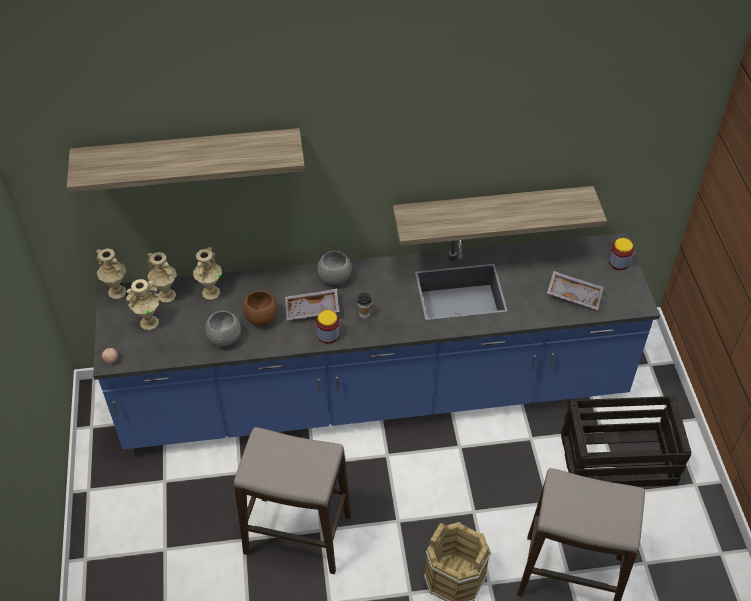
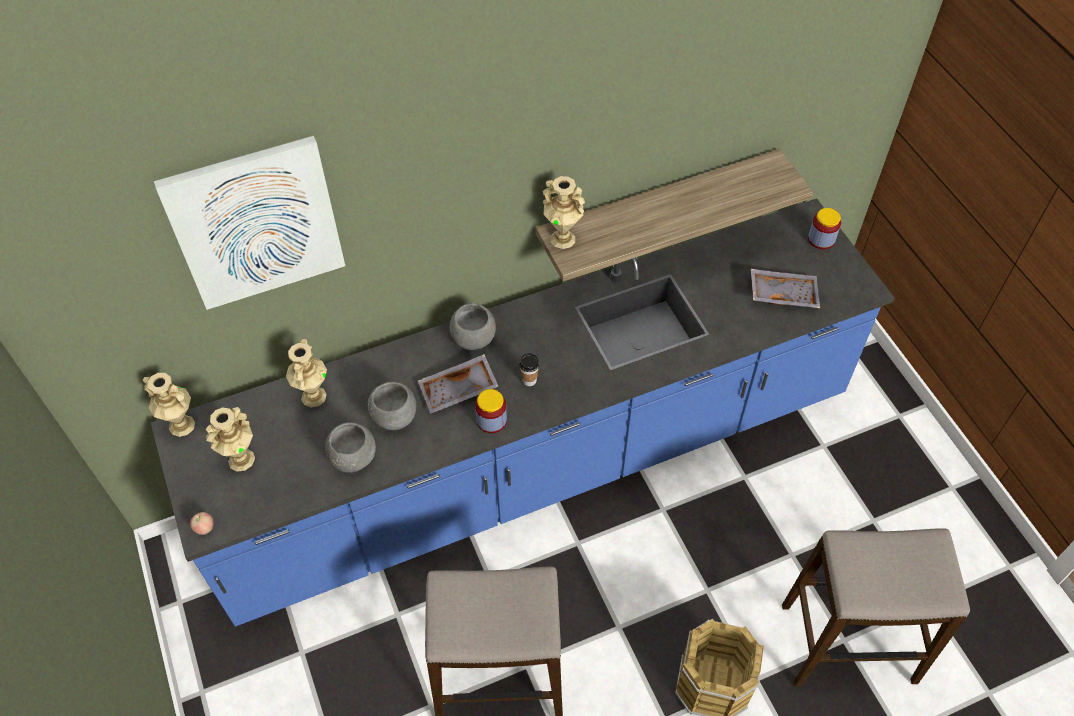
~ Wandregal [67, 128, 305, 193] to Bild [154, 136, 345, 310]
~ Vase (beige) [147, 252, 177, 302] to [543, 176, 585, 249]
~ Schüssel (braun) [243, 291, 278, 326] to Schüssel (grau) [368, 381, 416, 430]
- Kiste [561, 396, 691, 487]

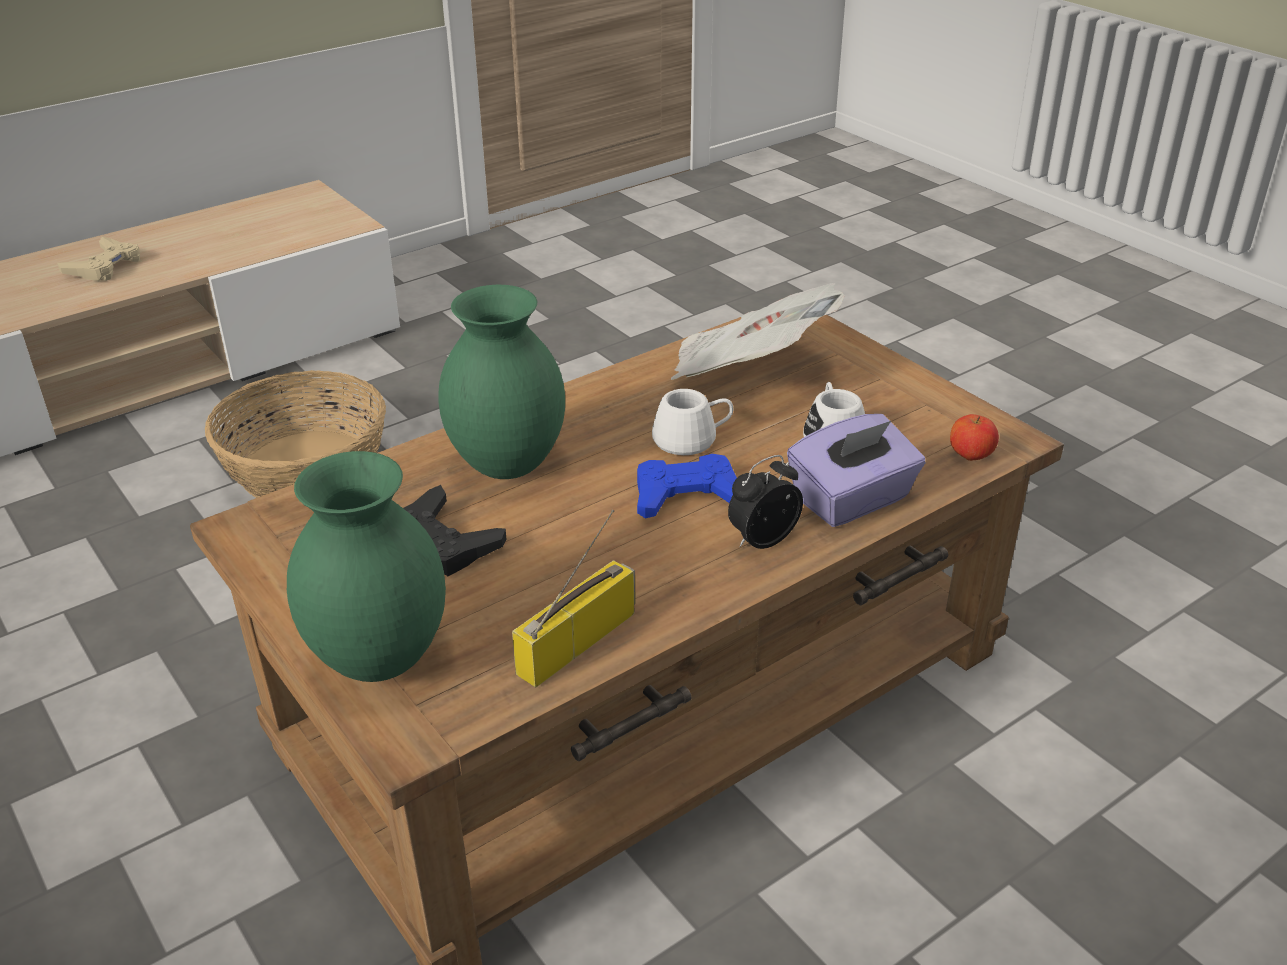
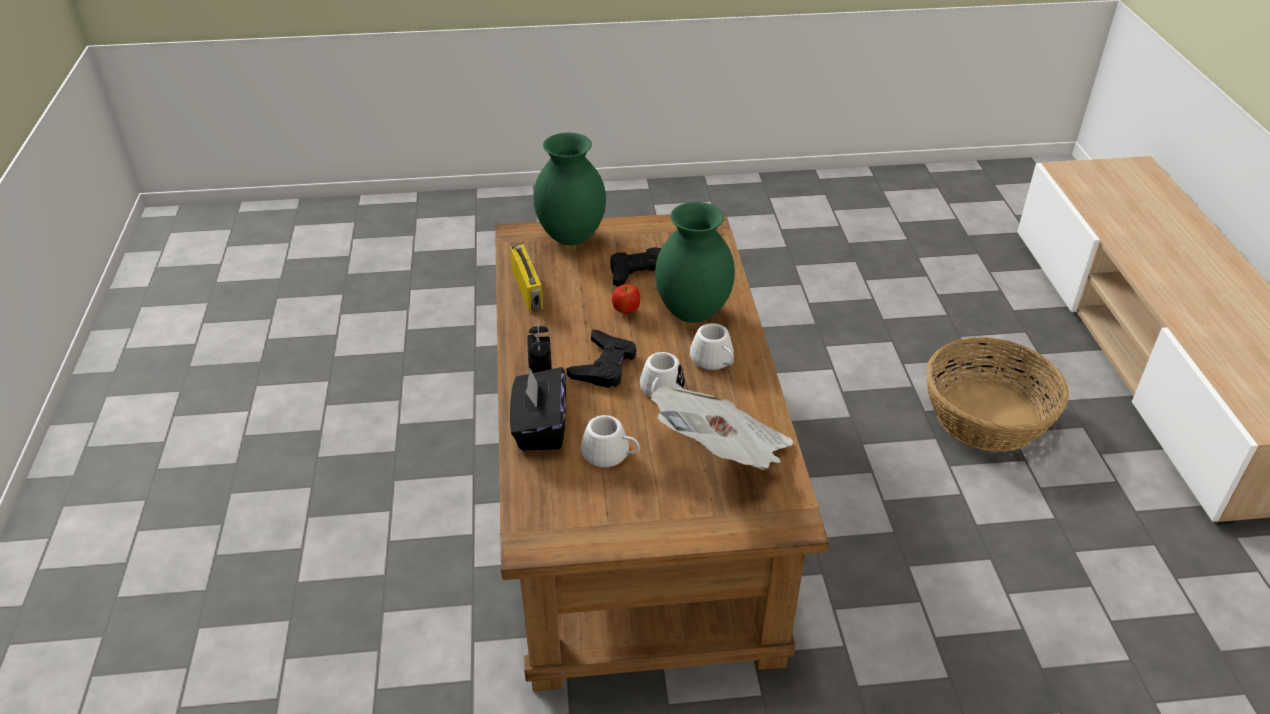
- Gamepad (beige) [57, 237, 140, 281]
~ Taschentuchbox (lila) [787, 414, 926, 527] to Taschentuchbox (schwarz) [510, 367, 566, 450]
~ Apfel [950, 414, 999, 461] to [612, 284, 640, 314]
~ Gamepad (blau) [637, 454, 737, 519] to Gamepad (schwarz) [567, 329, 636, 388]
+ Henkelbecher (weiß) [690, 323, 734, 370]

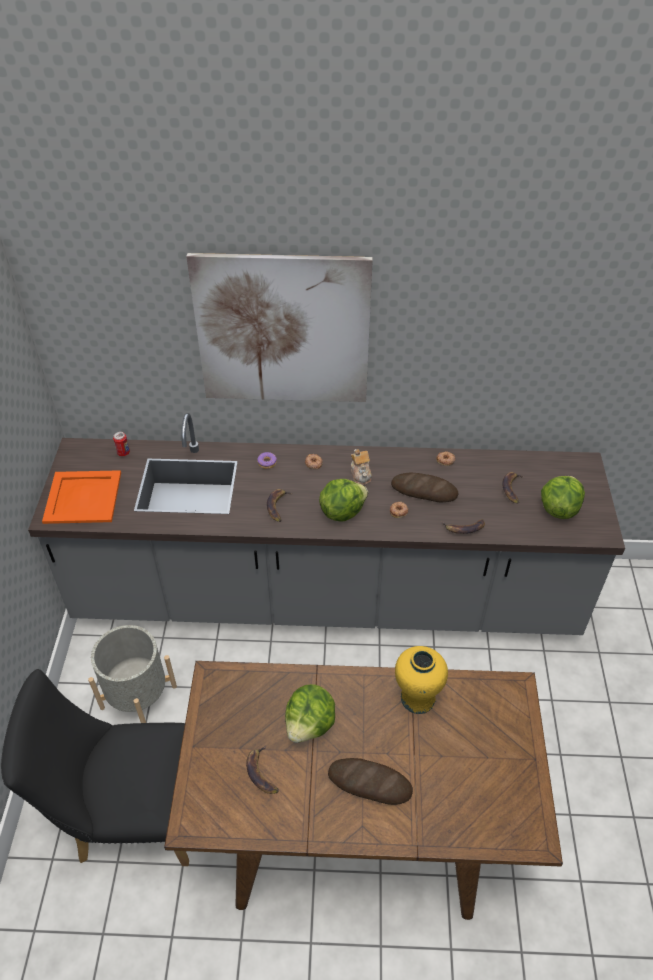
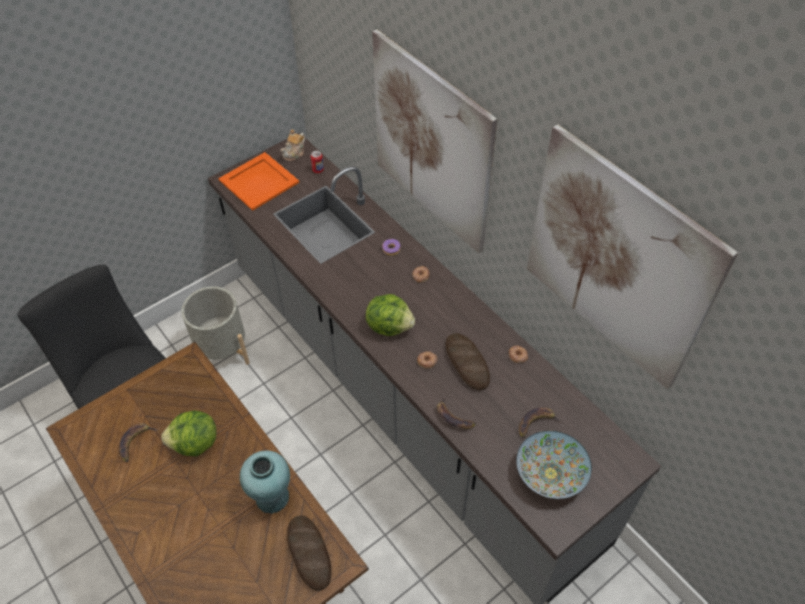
~ Teekanne [351, 449, 372, 485] to [281, 129, 305, 161]
~ Salatkopf [541, 476, 585, 519] to Schüssel [516, 431, 592, 499]
- Banane [267, 489, 293, 522]
~ Vase (gelb) [395, 646, 448, 714] to Vase (türkis) [240, 451, 290, 514]
~ Brot [328, 758, 413, 805] to [287, 516, 331, 591]
+ Bild [527, 124, 738, 389]

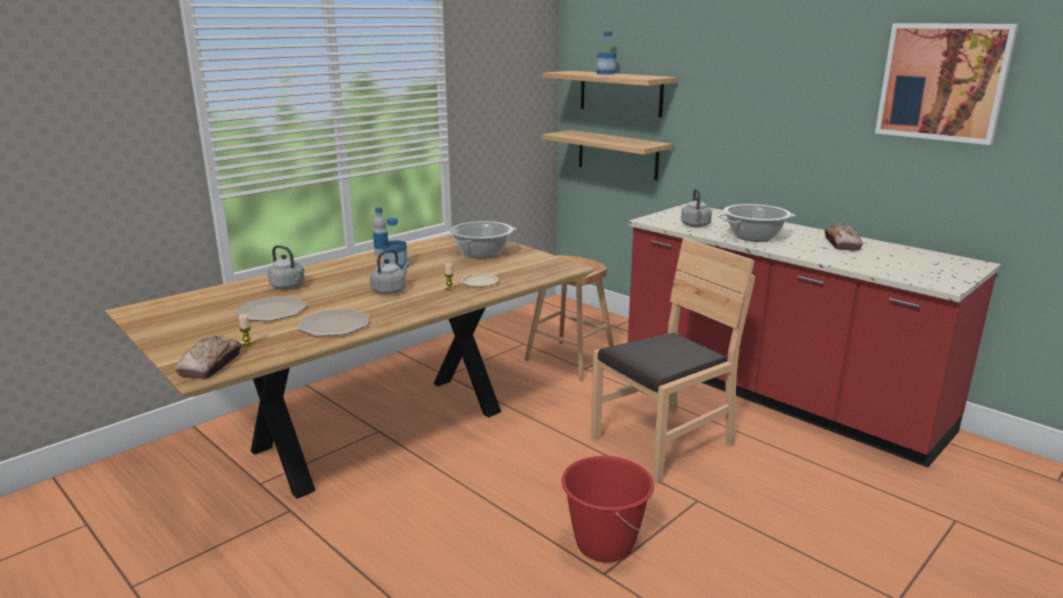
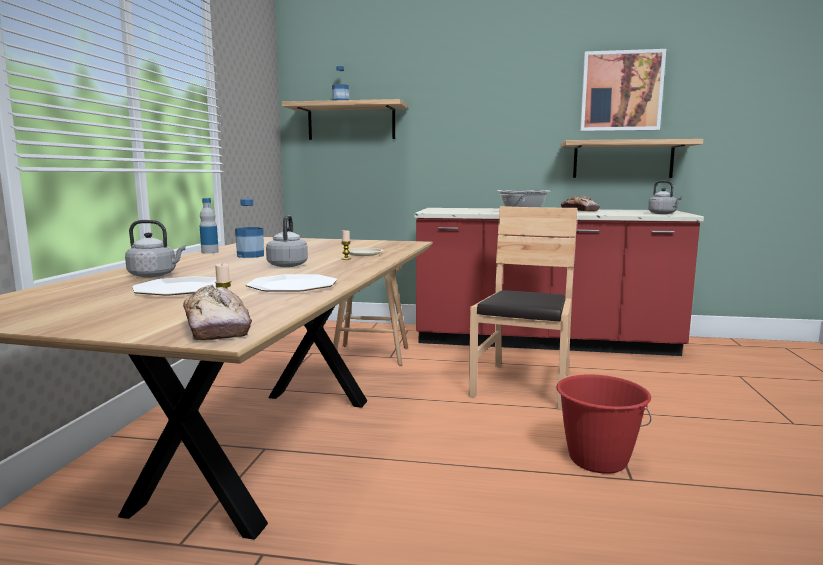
~ Wandregal [542, 130, 672, 180] to [561, 139, 703, 178]
~ Wasserkessel (grau) [681, 188, 712, 227] to [648, 181, 682, 214]
- Kochtopf [446, 221, 516, 259]

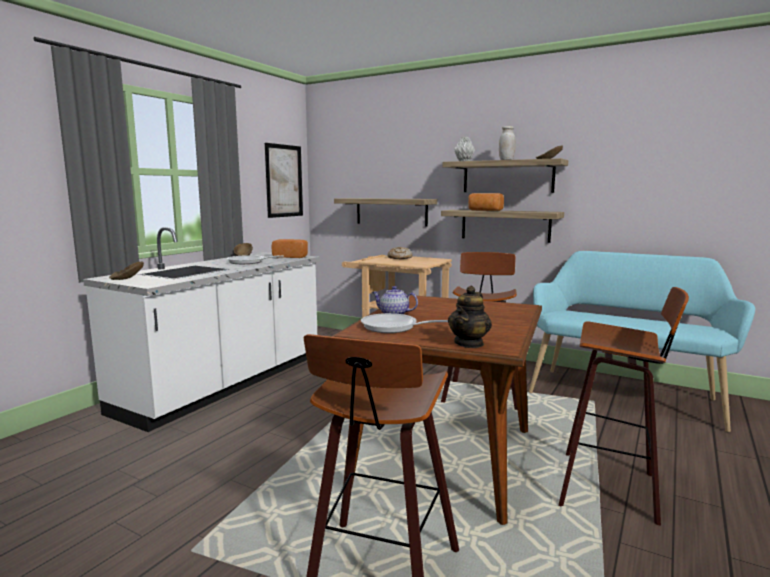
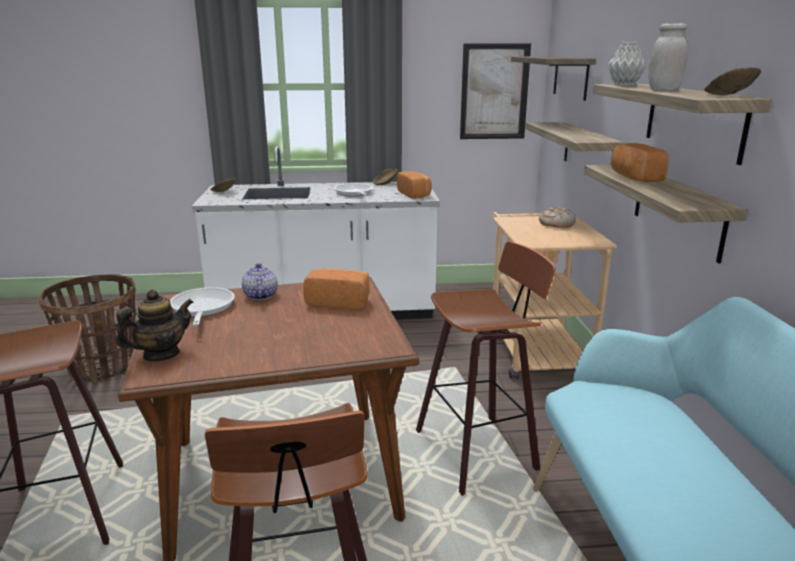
~ Teekanne [448, 286, 492, 348] = [115, 289, 193, 361] 150 degrees clockwise
+ Wandregal [511, 57, 596, 101]
+ Brot [303, 269, 369, 310]
+ Korb [38, 274, 136, 382]

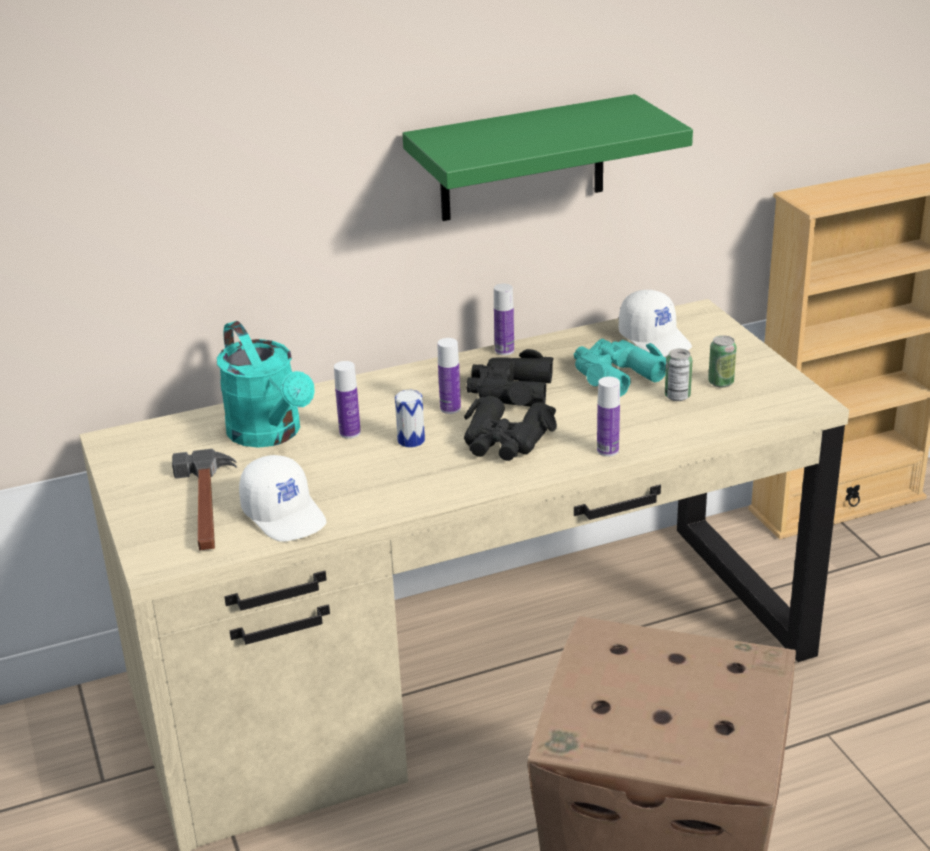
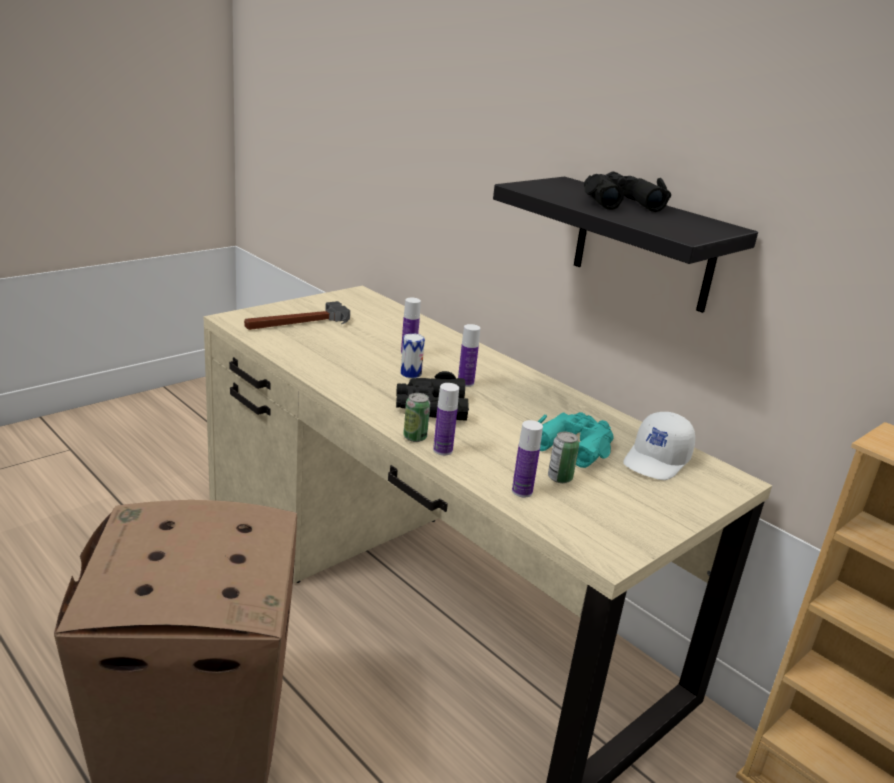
~ Wandregal (grün) [402, 94, 693, 221] to Wandregal (schwarz) [493, 177, 758, 313]
~ Flasche [494, 284, 514, 355] to [512, 420, 543, 497]
- Gießkanne (türkis) [217, 321, 315, 448]
~ Dose [708, 335, 736, 388] to [403, 393, 430, 442]
~ Fernglas (schwarz) [466, 349, 554, 407] to [584, 172, 671, 212]
- Kappe (weiß) [239, 455, 327, 542]

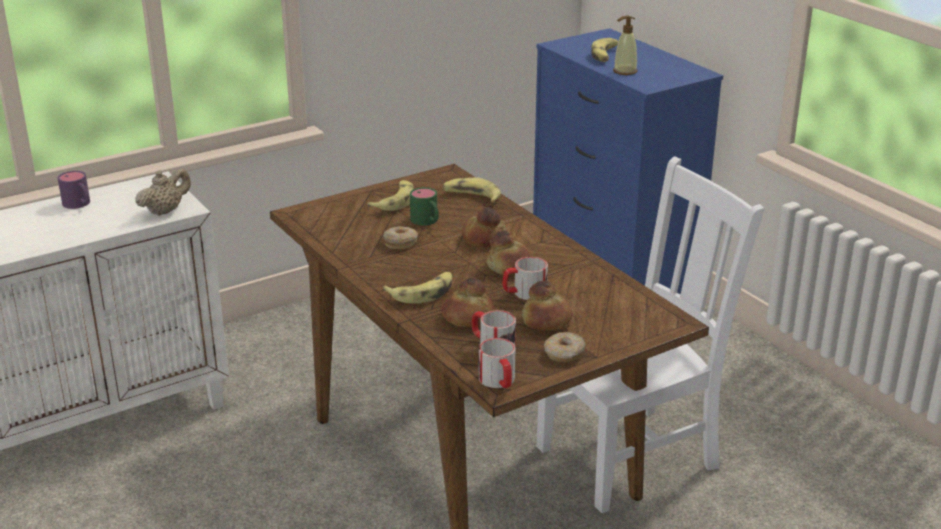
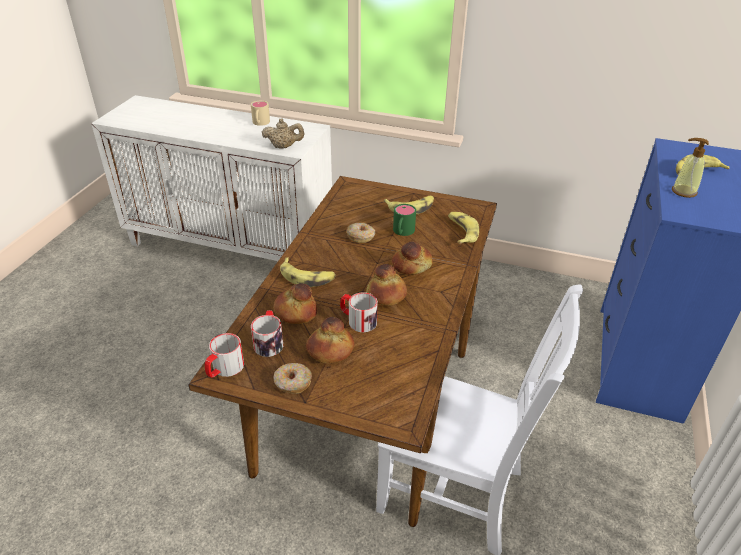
~ Henkelbecher (lila) [58, 171, 90, 209] to Henkelbecher (beige) [251, 101, 270, 126]

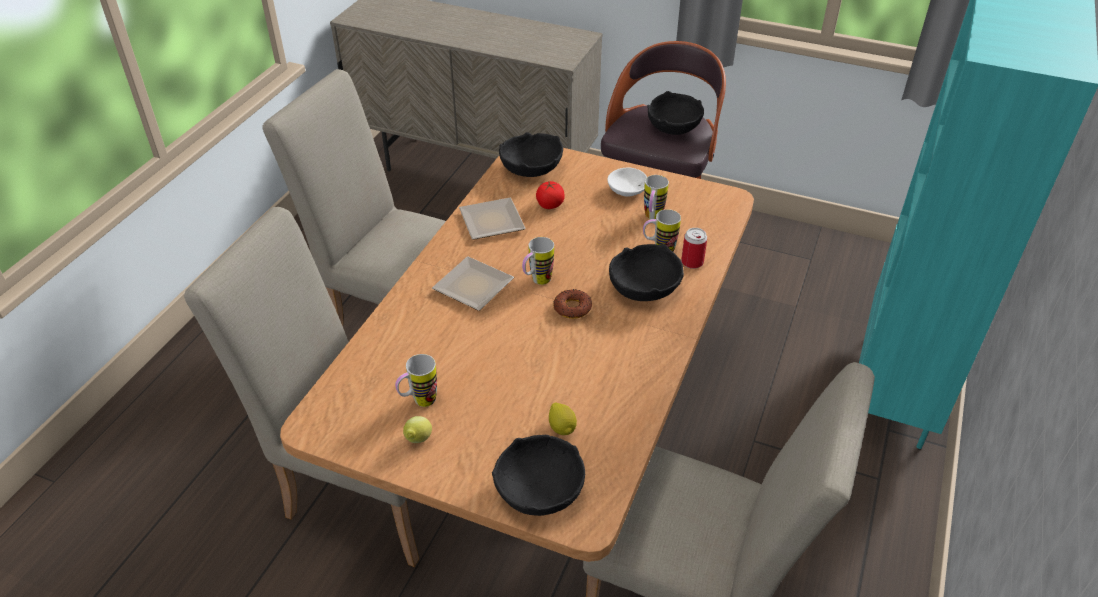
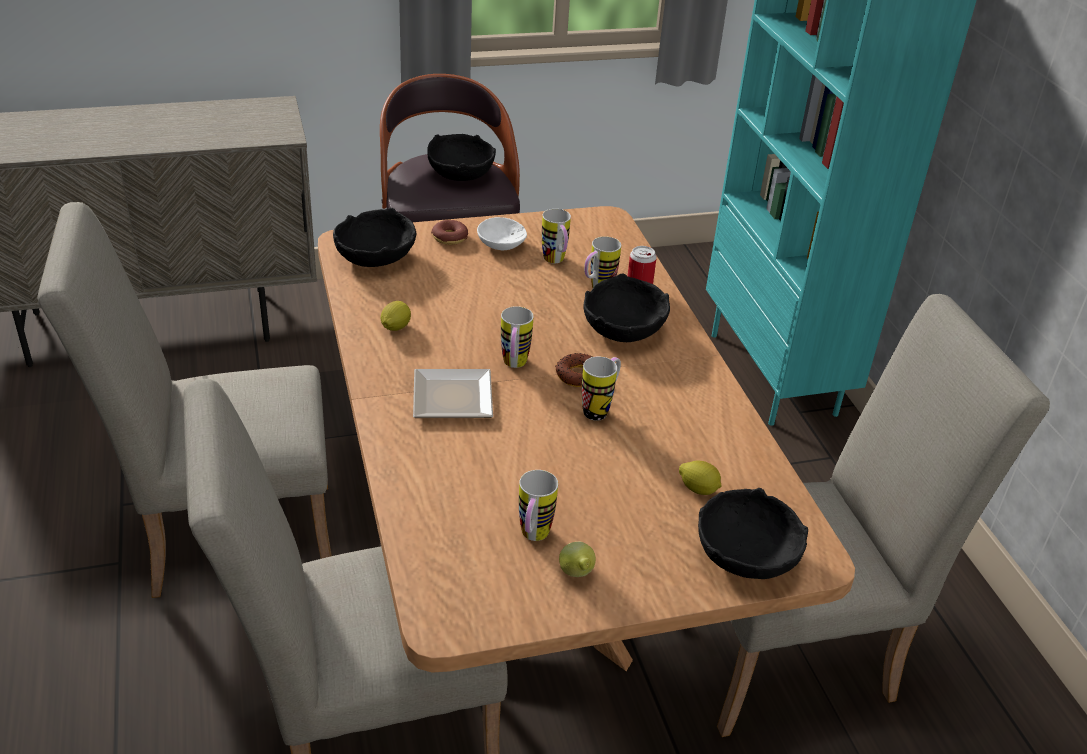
- Tomate [536, 181, 565, 209]
~ Teller [459, 198, 526, 240] to Zitrone [381, 301, 411, 331]
+ Donut [431, 220, 468, 245]
+ Henkelbecher [582, 357, 621, 421]

